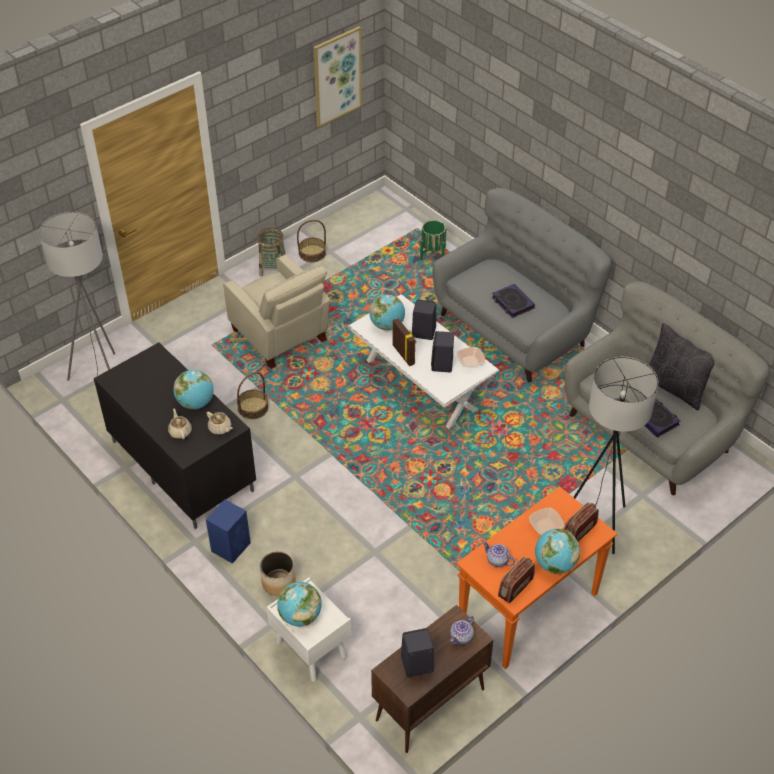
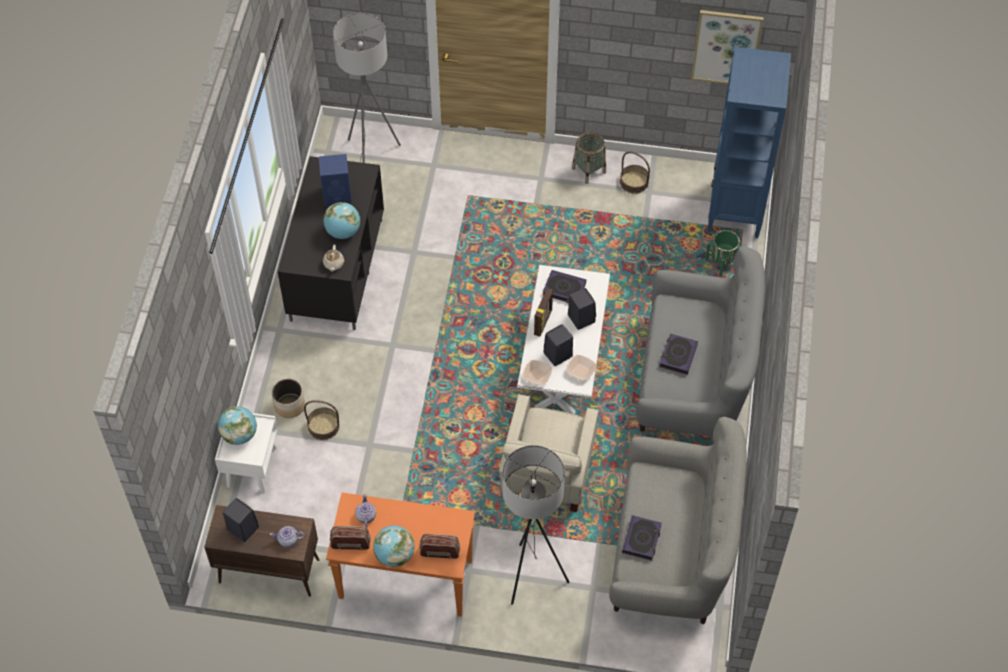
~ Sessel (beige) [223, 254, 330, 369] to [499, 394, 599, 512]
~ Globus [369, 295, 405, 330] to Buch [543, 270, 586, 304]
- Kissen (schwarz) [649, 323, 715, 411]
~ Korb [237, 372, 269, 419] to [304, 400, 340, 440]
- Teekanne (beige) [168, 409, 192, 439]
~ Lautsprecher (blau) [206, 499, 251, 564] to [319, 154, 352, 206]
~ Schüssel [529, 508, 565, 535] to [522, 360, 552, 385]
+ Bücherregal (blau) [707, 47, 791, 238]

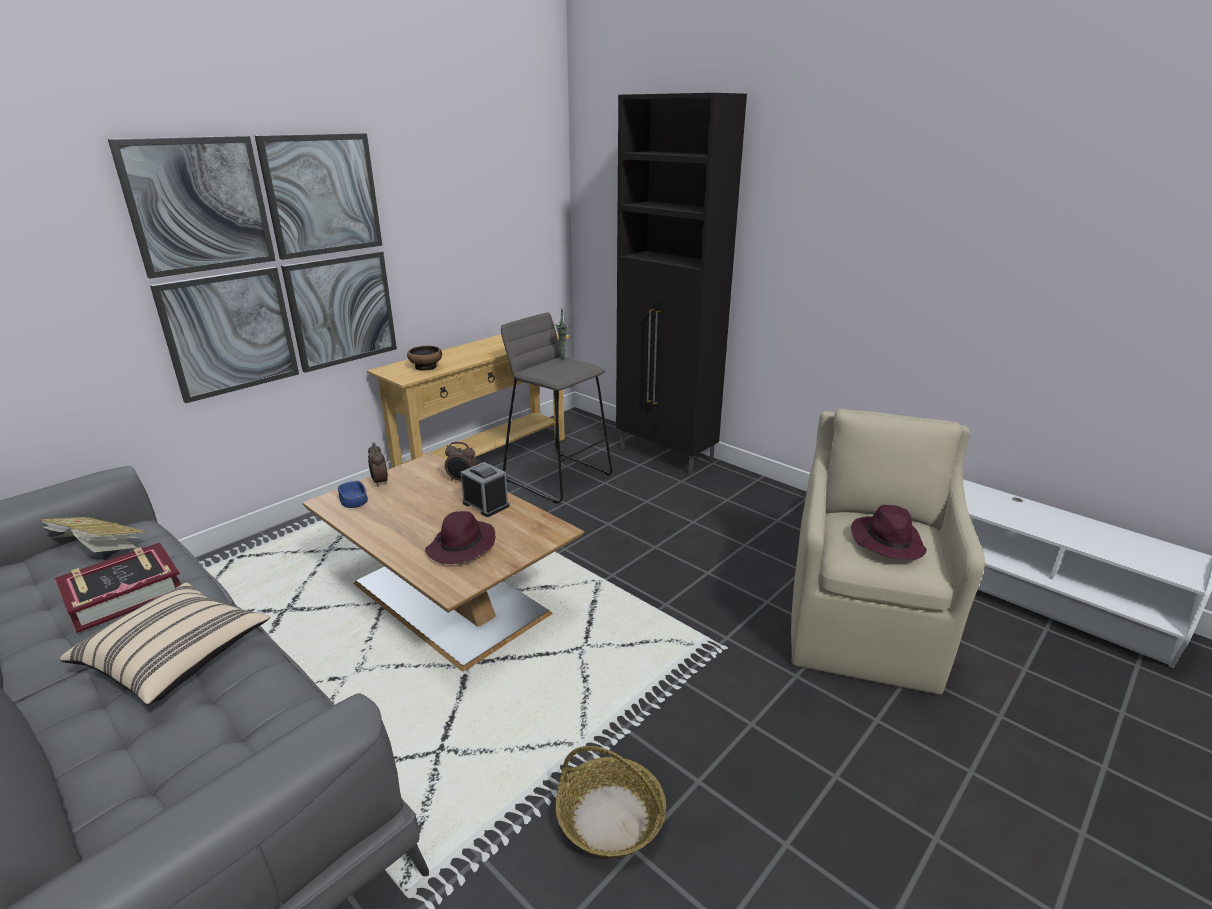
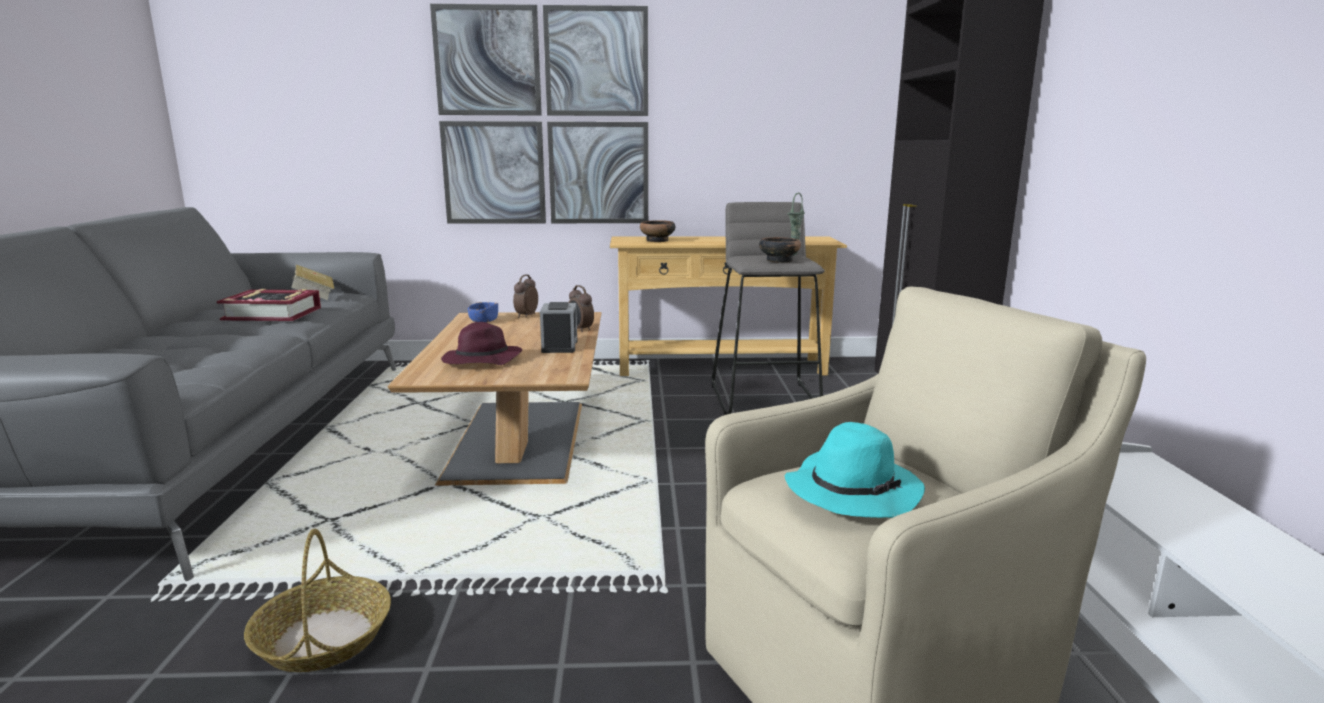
~ Hut (lila) [851, 505, 927, 560] to Hut (türkis) [785, 422, 925, 518]
- Kissen (beige) [60, 582, 270, 705]
+ Schüssel [759, 237, 801, 263]

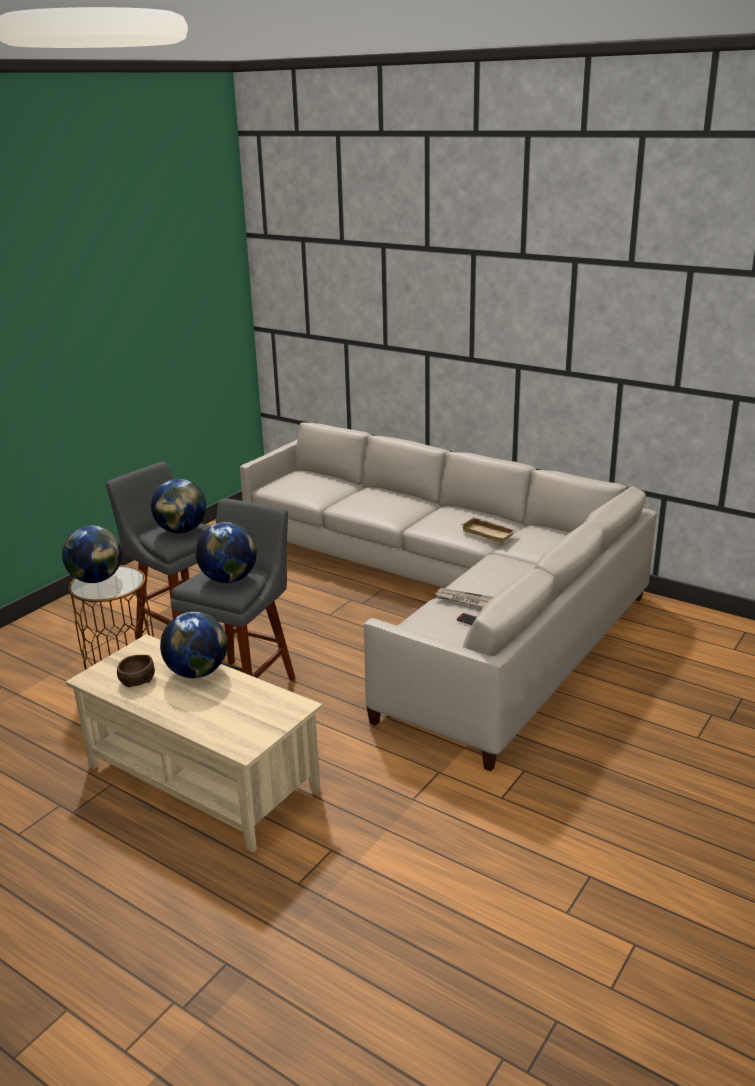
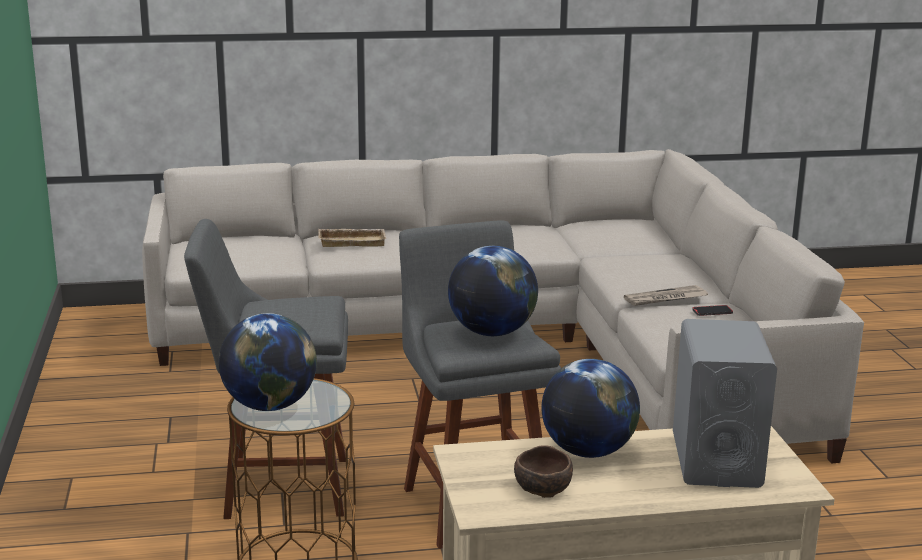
- Globus [151, 479, 206, 533]
~ Tablett (beige) [460, 517, 516, 543] to [318, 229, 386, 247]
+ Lautsprecher (grau) [673, 319, 777, 488]

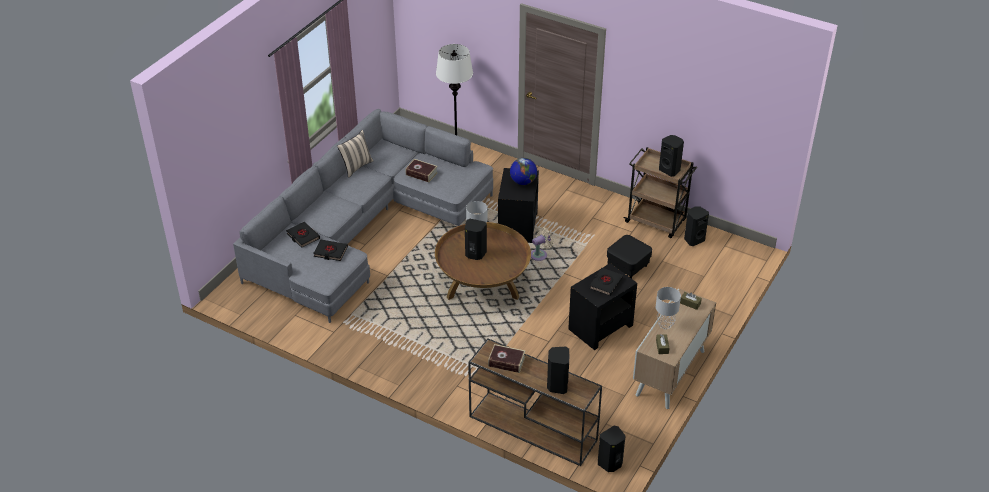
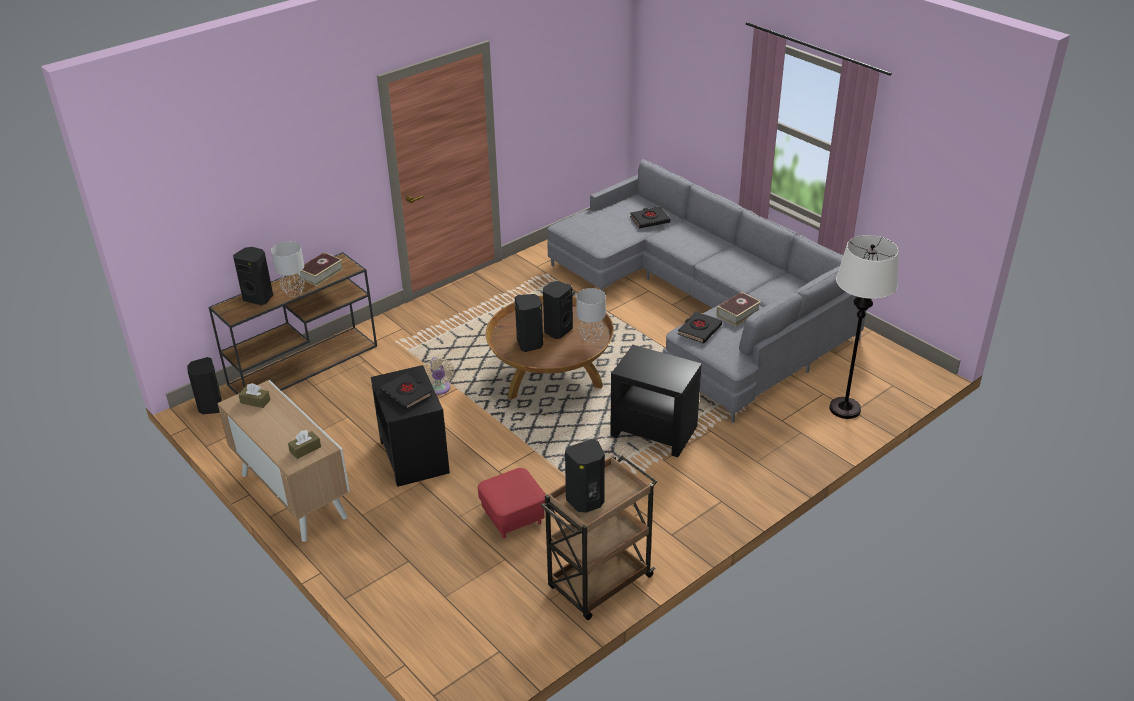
- Kissen (beige) [337, 130, 374, 178]
- Globus [510, 158, 537, 185]
~ Lautsprecher (schwarz) [684, 206, 709, 246] to [515, 294, 543, 352]
~ Ventilator (beige) [531, 227, 554, 261] to [424, 357, 454, 395]
~ Polsterhocker (schwarz) [607, 235, 652, 279] to Polsterhocker (rot) [478, 468, 546, 538]
~ Buch (schwarz) [313, 240, 348, 261] to [678, 312, 722, 344]
~ Tischlampe (grau) [656, 287, 681, 329] to [271, 241, 305, 297]

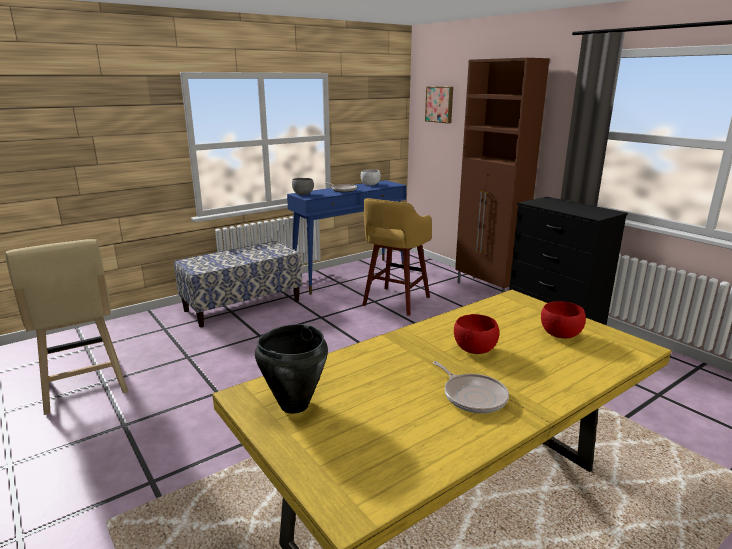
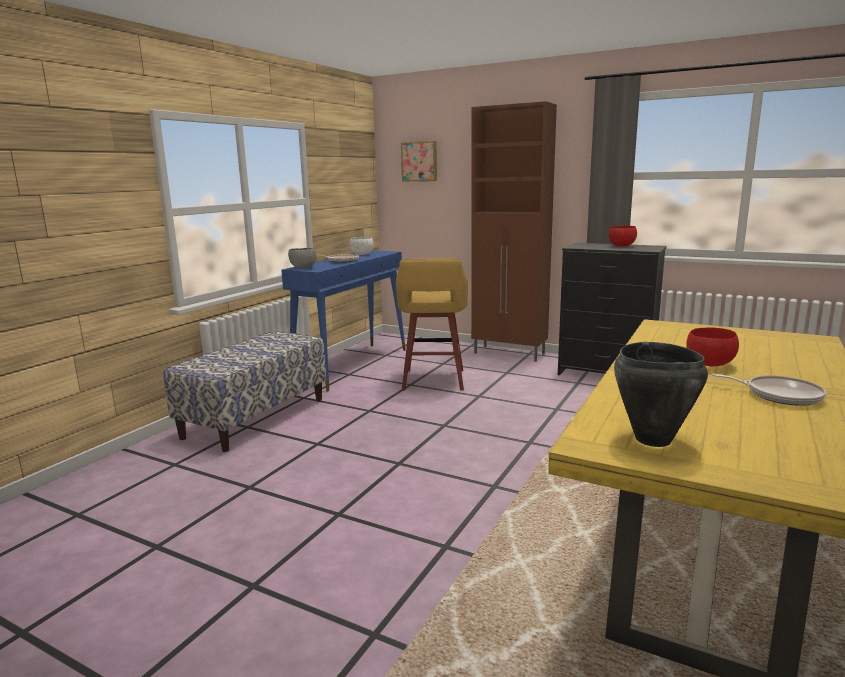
- Hocker (beige) [5, 239, 128, 415]
~ Schüssel (rot) [541, 301, 586, 338] to [609, 226, 637, 246]

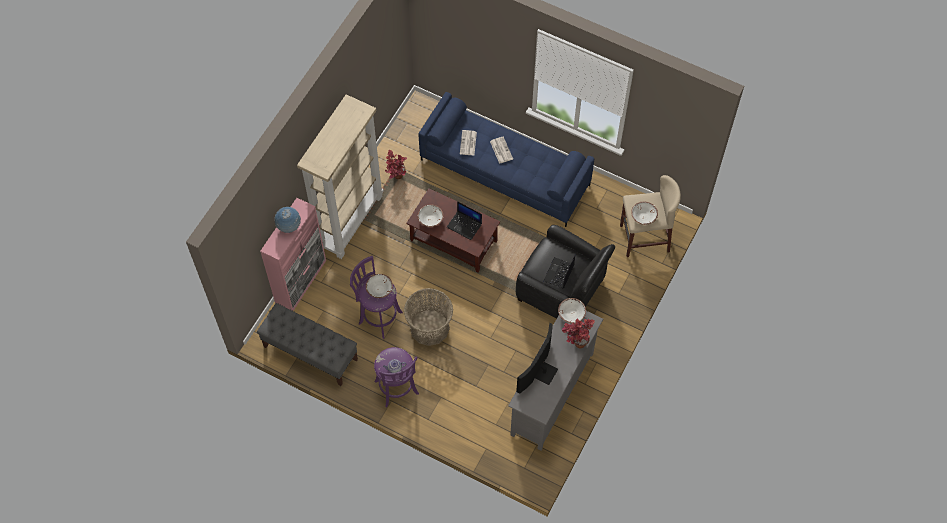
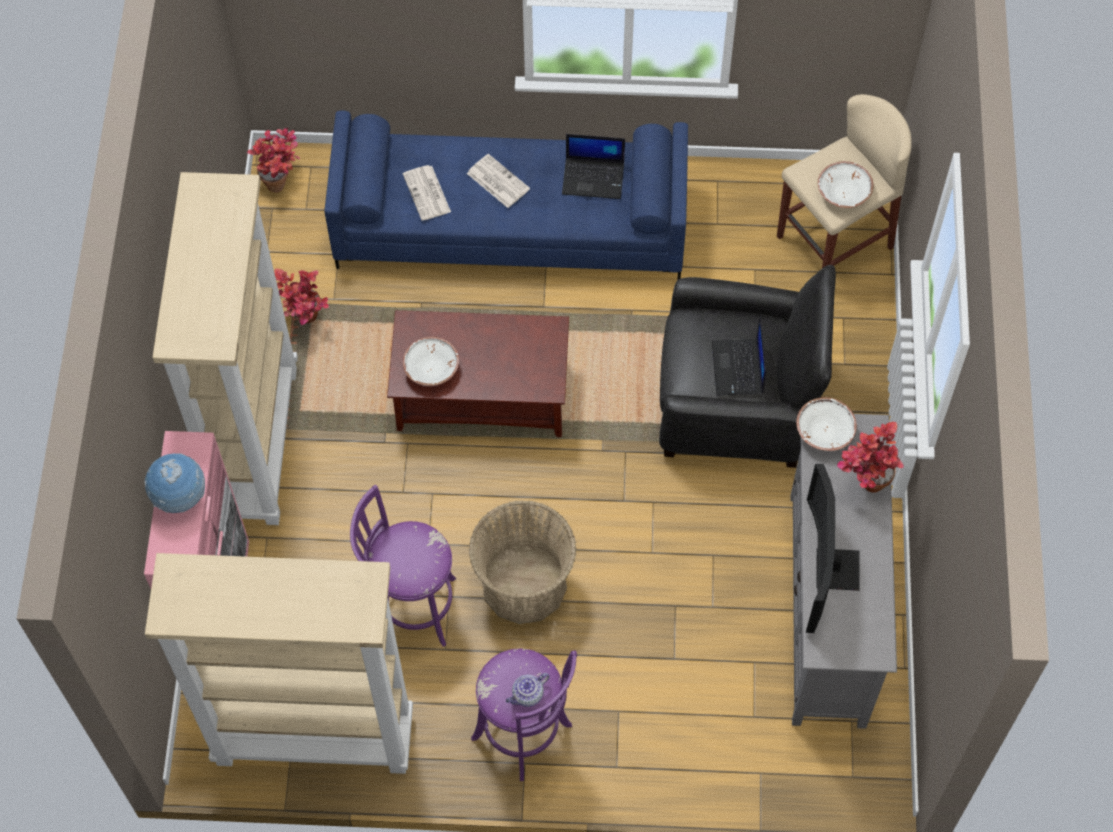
~ Laptop [447, 201, 482, 240] to [562, 134, 625, 199]
- Schüssel (weiß) [366, 274, 393, 298]
~ Bank (grau) [257, 303, 358, 386] to Bücherregal (beige) [145, 553, 413, 774]
+ Topfpflanze [247, 128, 300, 192]

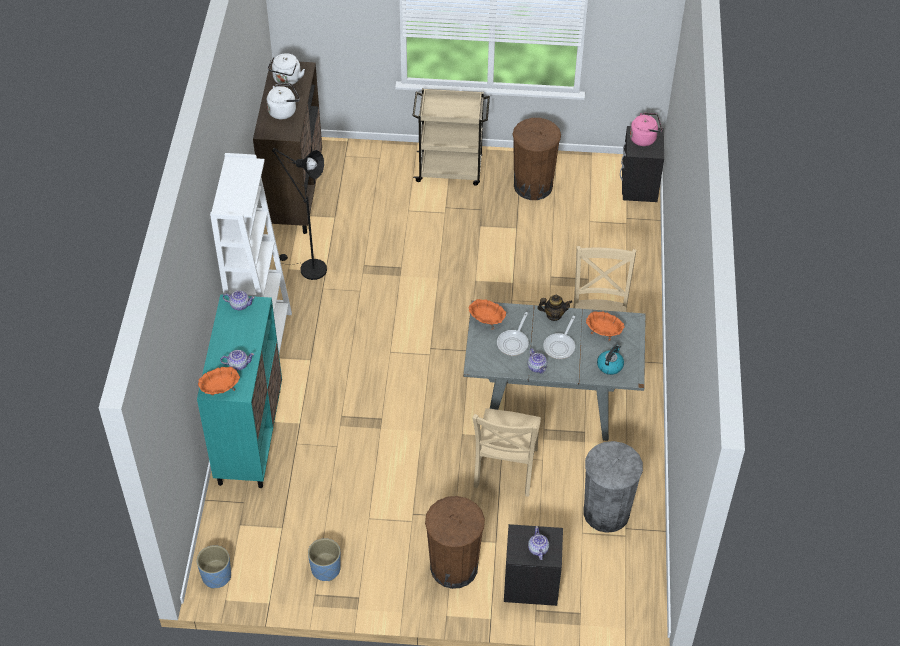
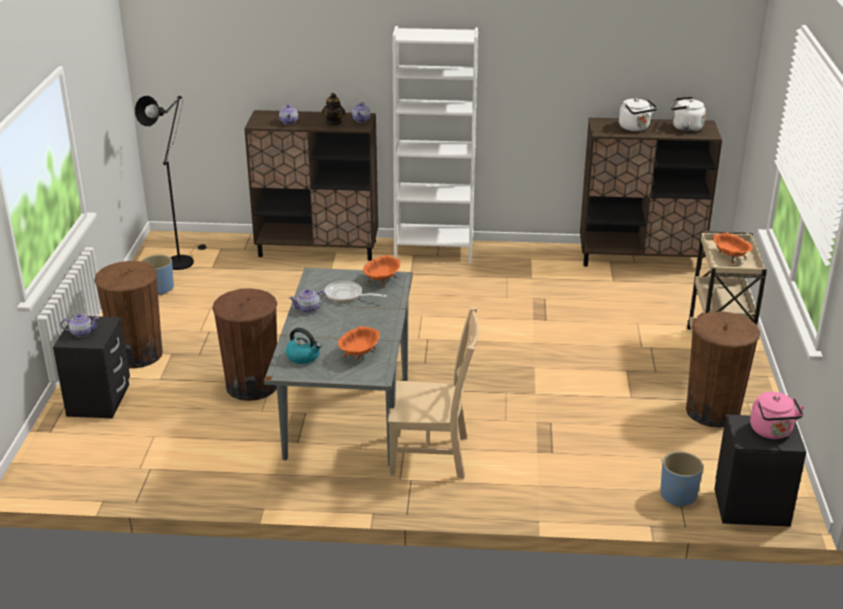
~ Stehlampe (schwarz) [272, 148, 327, 280] to [135, 96, 207, 270]
~ Schrank (türkis) [197, 294, 282, 488] to Schrank (braun) [244, 110, 378, 261]
~ Teekanne [537, 295, 572, 321] to [322, 93, 345, 125]
- Pfanne [543, 316, 575, 359]
~ Schüssel (orange) [198, 367, 240, 396] to [713, 233, 753, 263]
~ Stuhl (beige) [472, 408, 541, 497] to Mülleimer (braun) [212, 288, 277, 401]
- Mülleimer (grau) [584, 441, 643, 533]
~ Pflanzkübel (blau) [197, 545, 231, 589] to [660, 452, 703, 507]

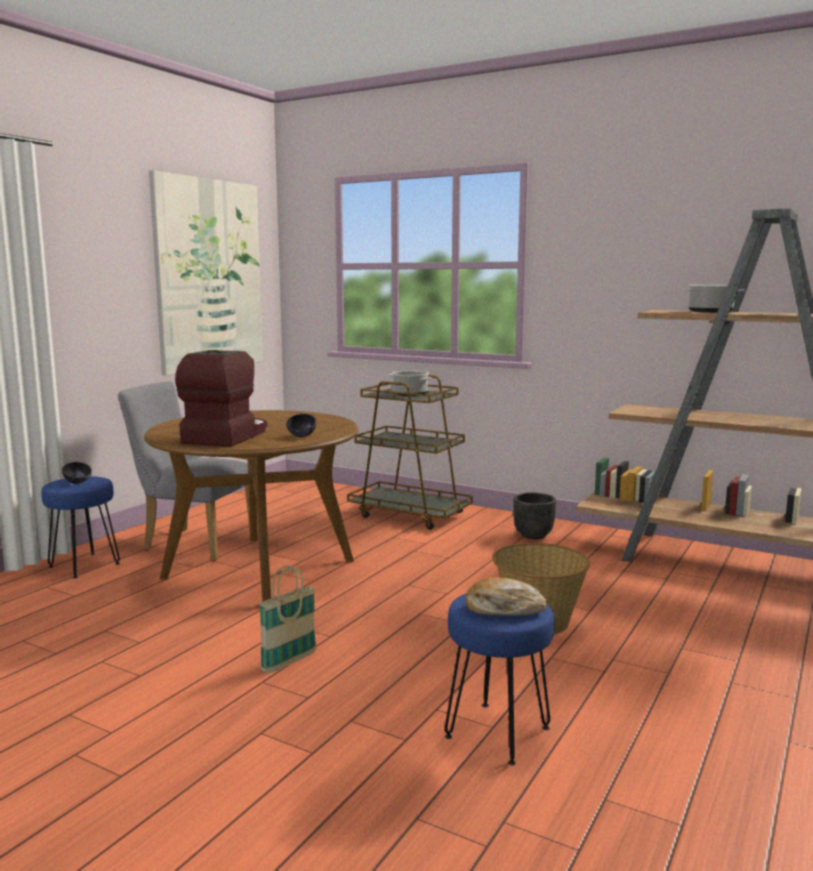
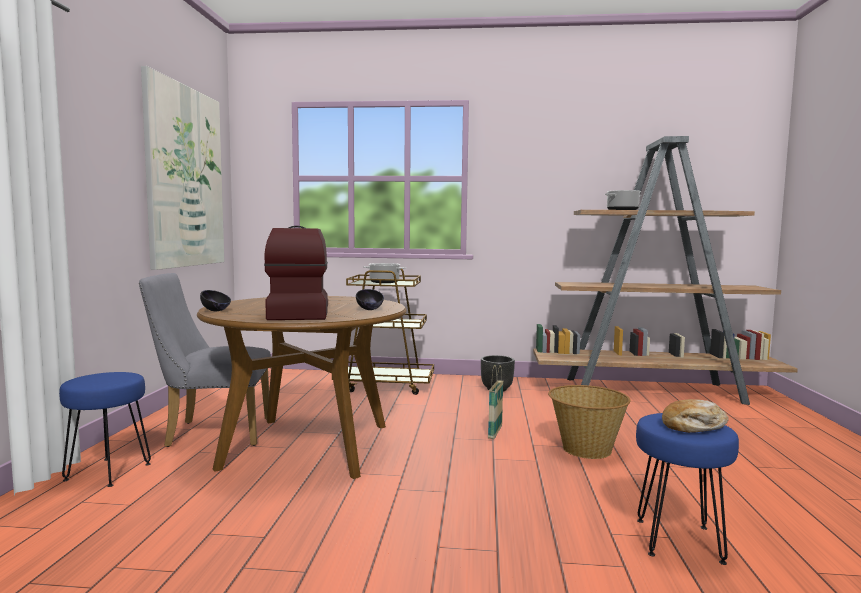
~ Schüssel (schwarz) [62, 462, 92, 484] to [200, 290, 231, 311]
~ Korb [259, 566, 317, 673] to [488, 365, 503, 439]

